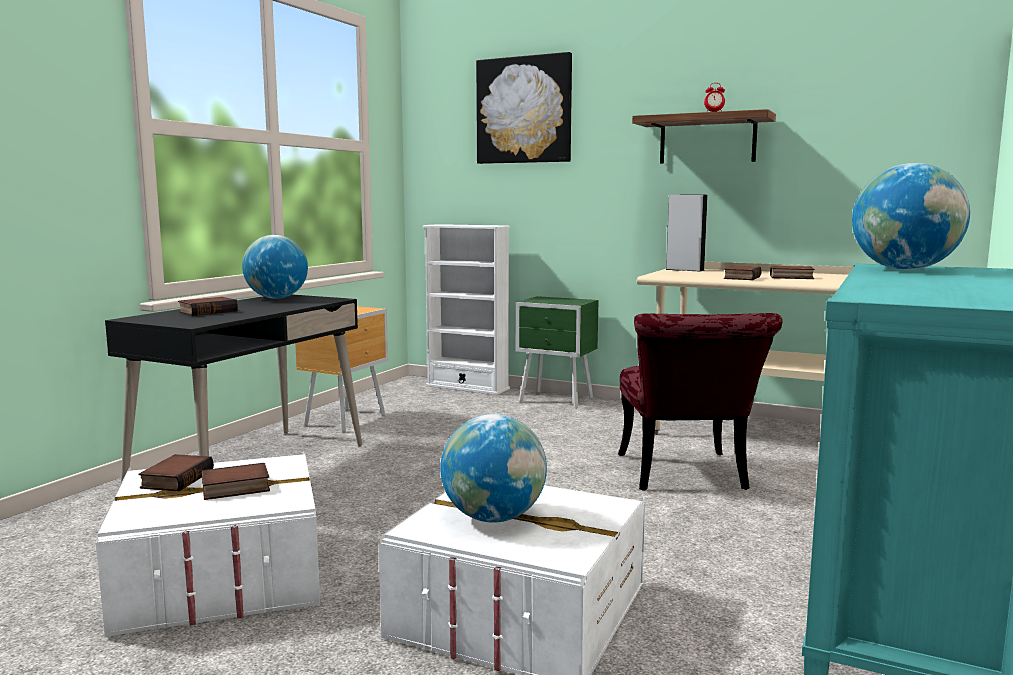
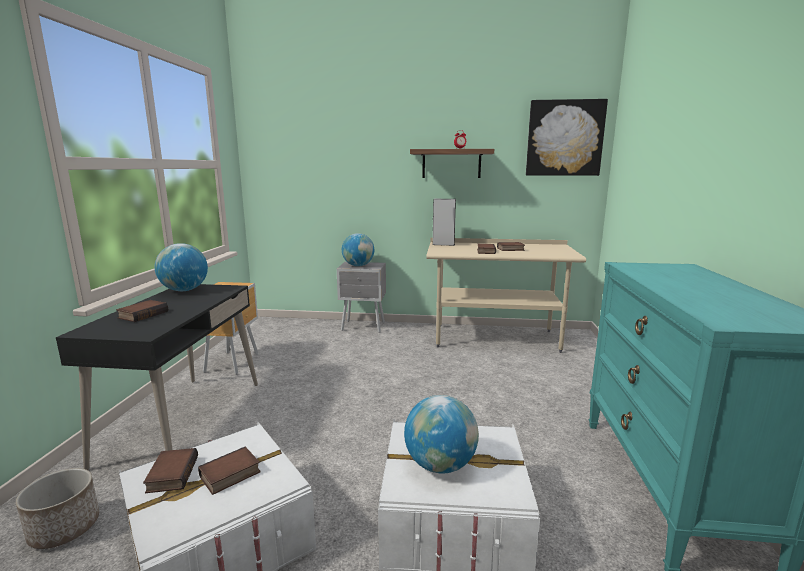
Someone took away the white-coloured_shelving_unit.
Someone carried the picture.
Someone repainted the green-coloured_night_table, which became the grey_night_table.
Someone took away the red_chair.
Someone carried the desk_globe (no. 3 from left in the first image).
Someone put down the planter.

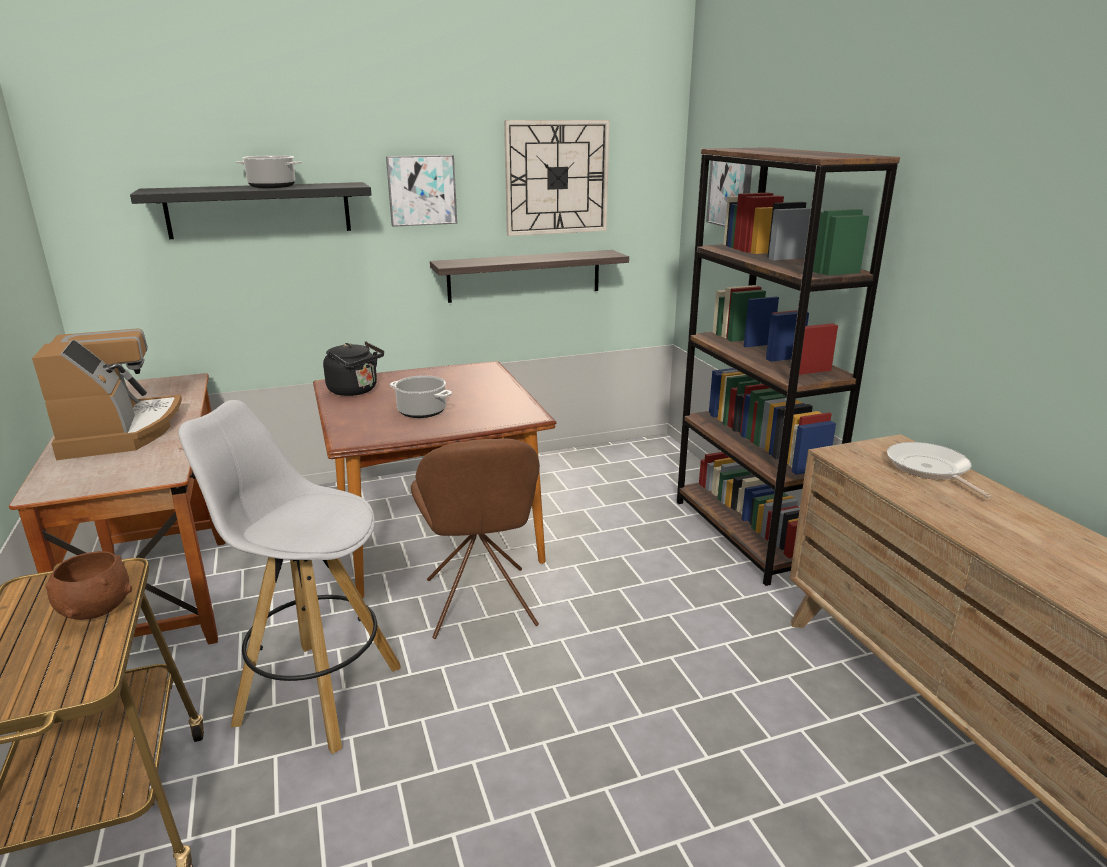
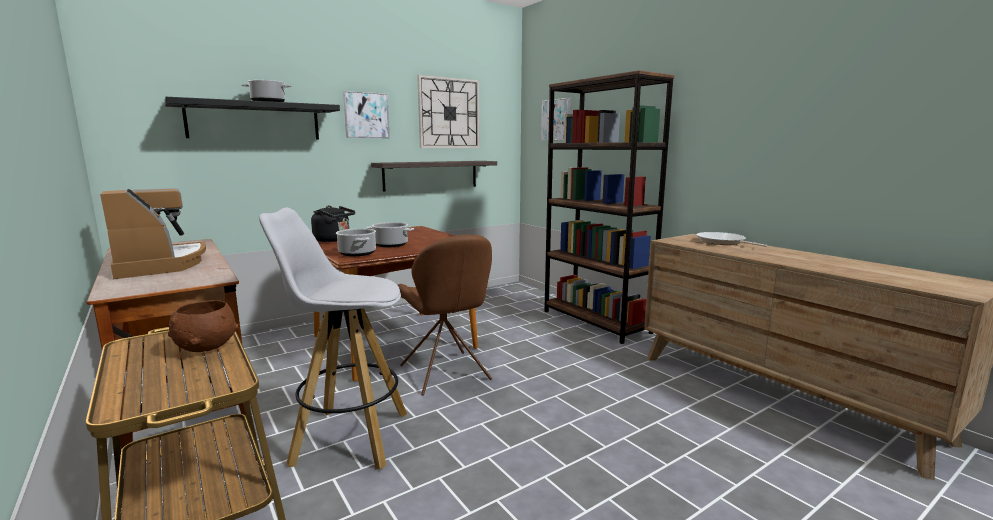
Someone put down the saucepot (no. 2 from left).

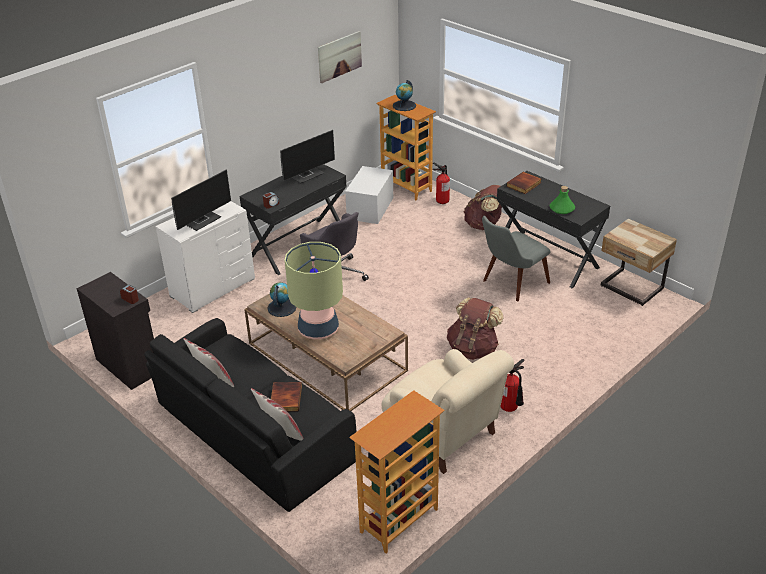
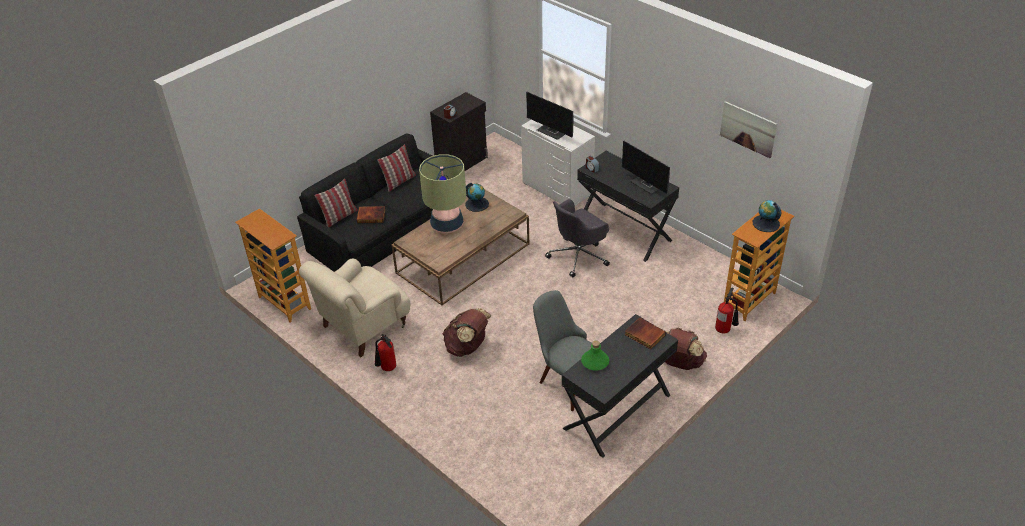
Someone took away the white-coloured_storage_container.
Someone took away the beige-coloured_night_table.

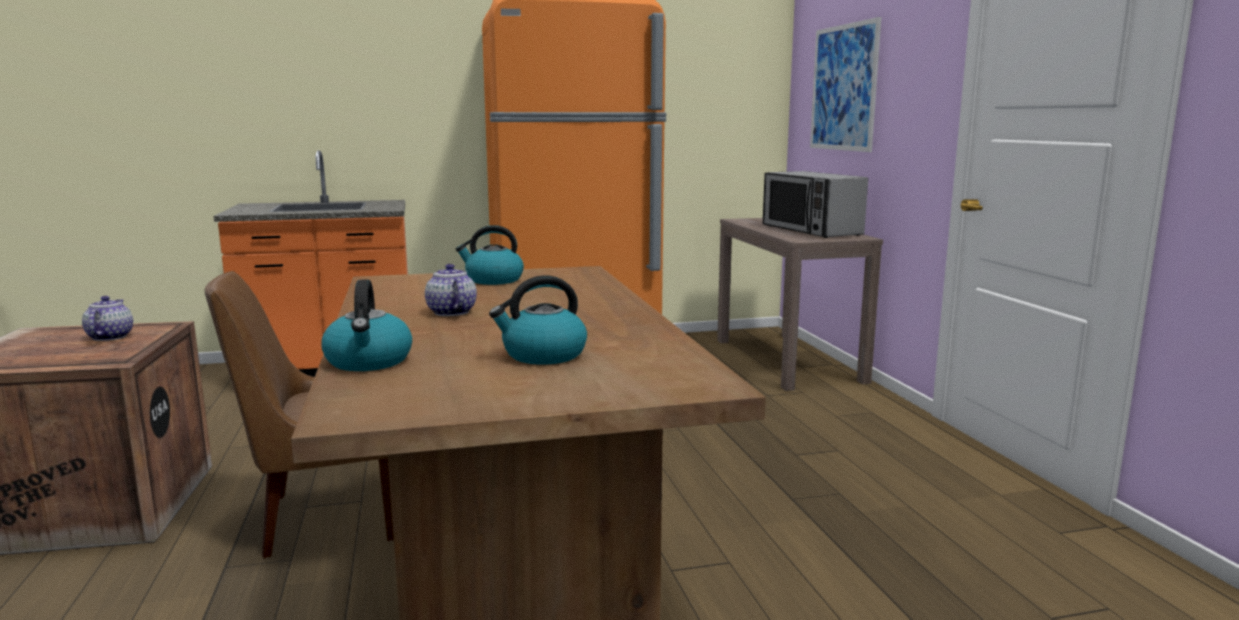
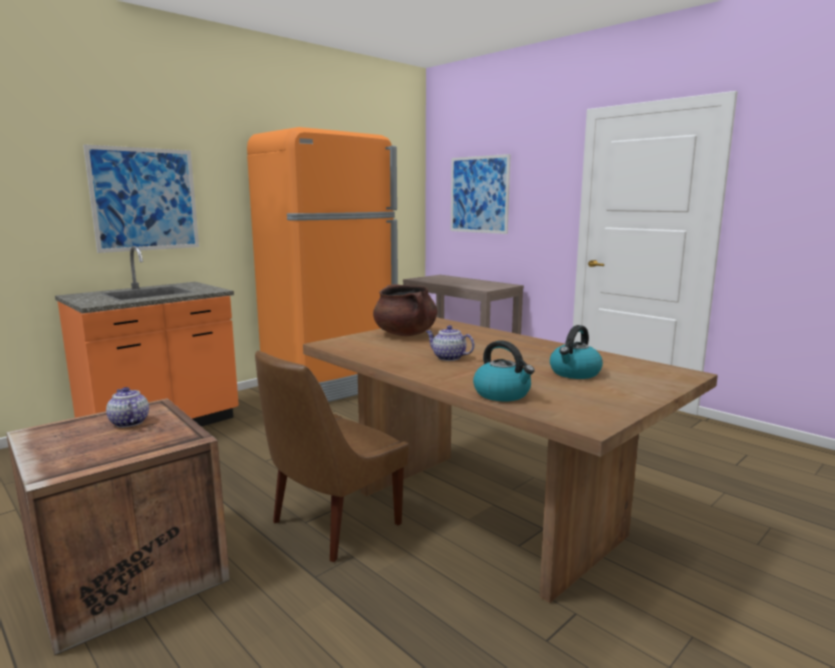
Someone swapped the kettle (no. 2 from left) for the brown_saucepot.
Someone took away the kitchen_microwave.
Someone put up the picture (no. 1 from left).

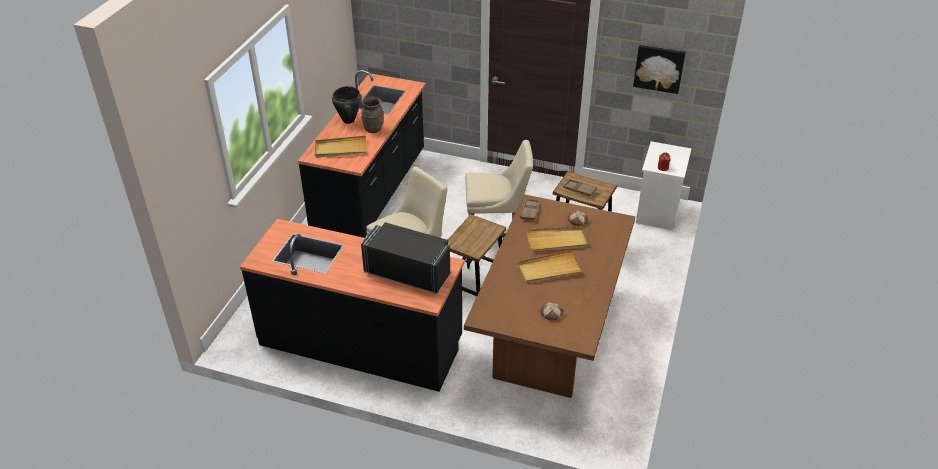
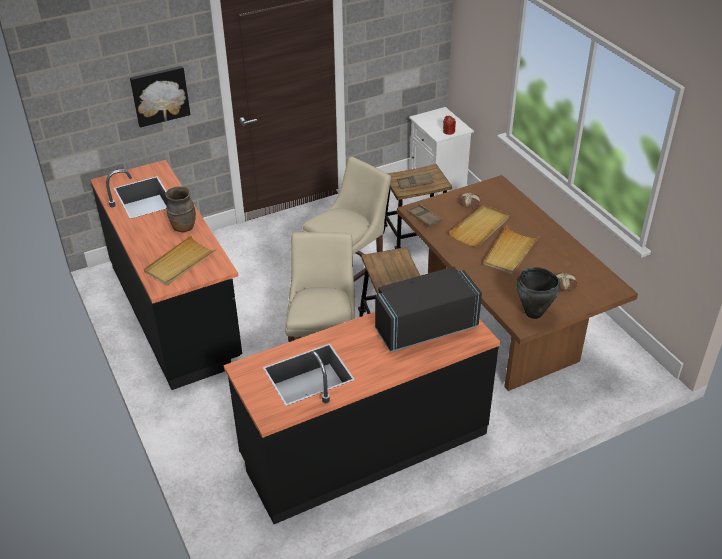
Someone carried the black-coloured_saucepot.
Someone carried the picture.

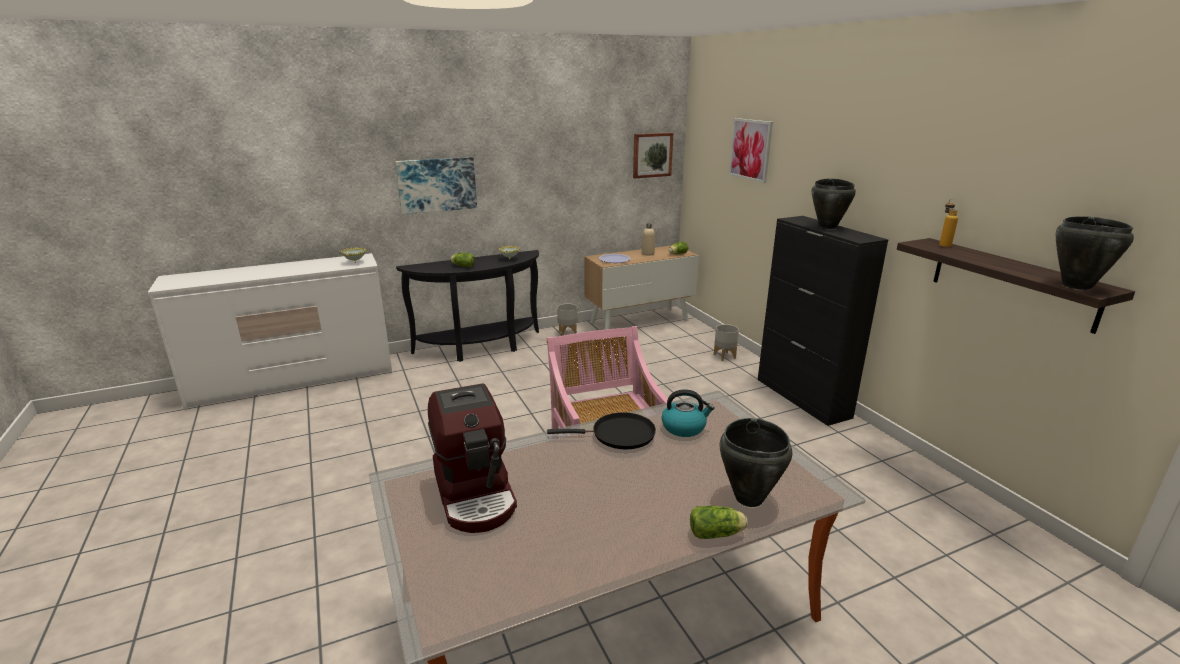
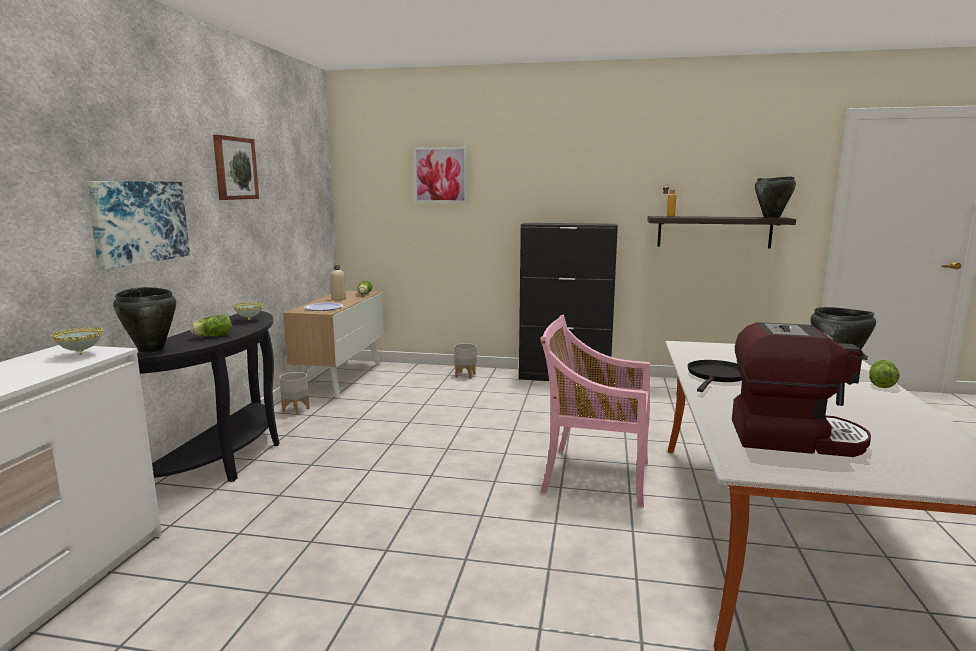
Someone carried the picture (no. 2 from left).
Someone took away the kettle.
Someone carried the black-coloured_saucepot (no. 2 from left in the first image).

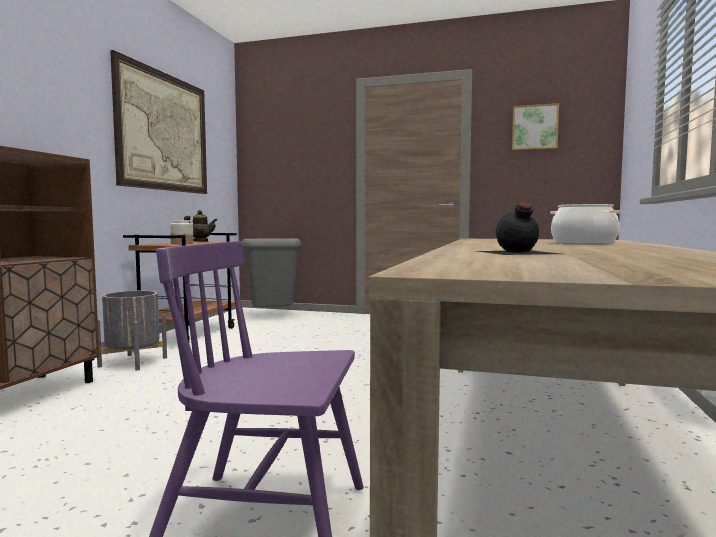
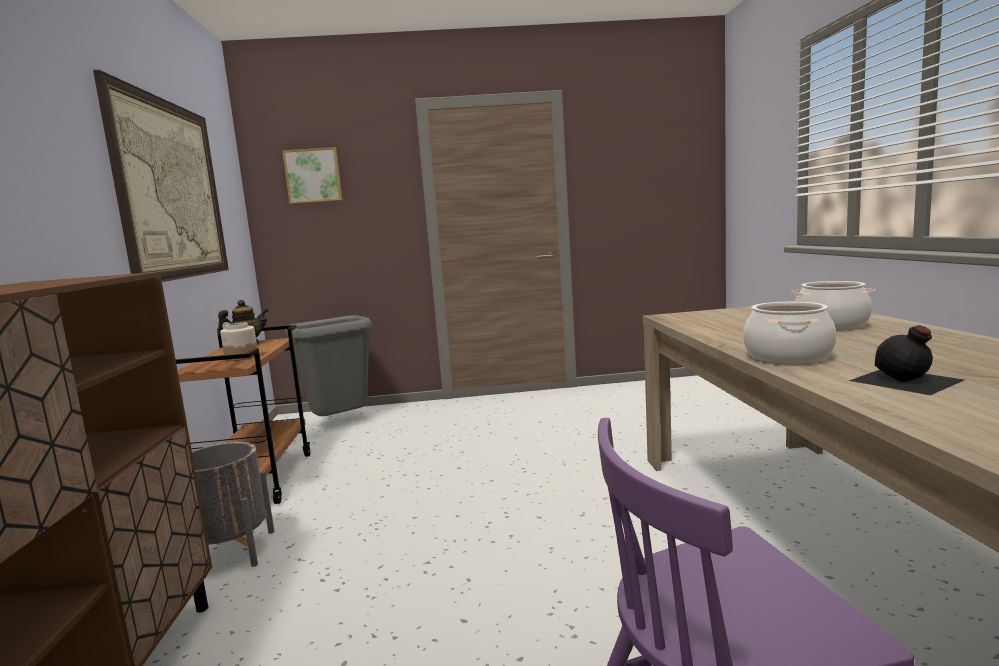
Someone carried the picture (no. 2 from left).
Someone put down the saucepot (no. 1 from left).

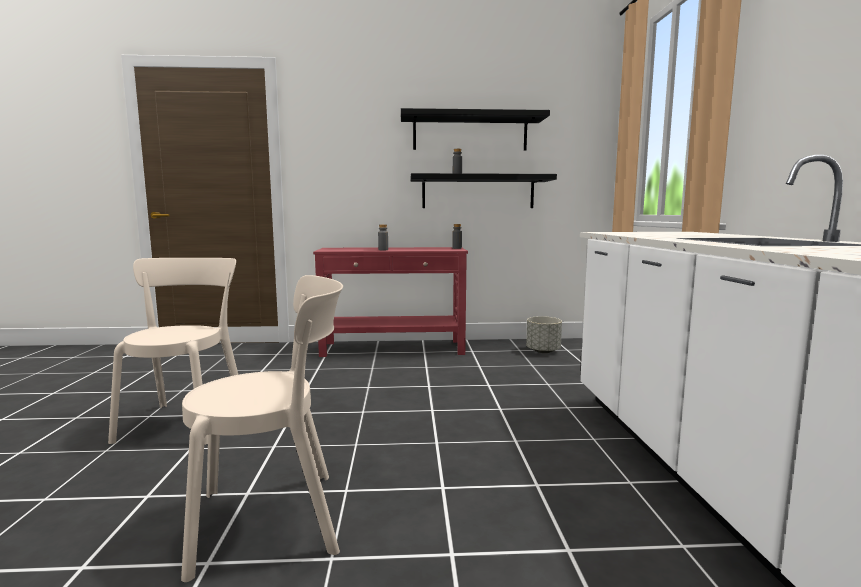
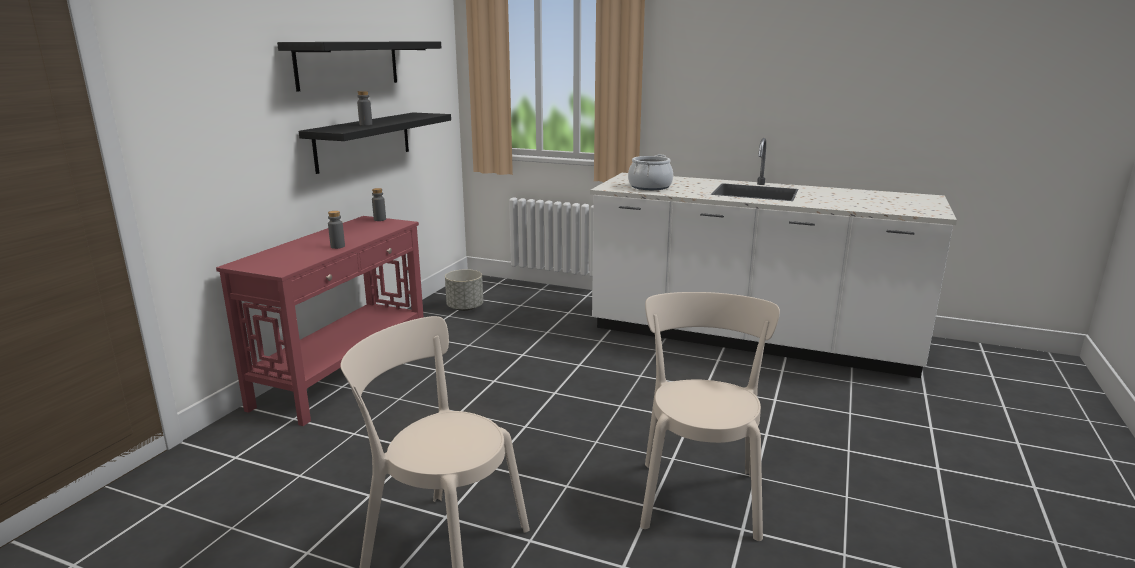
Someone put down the saucepot.

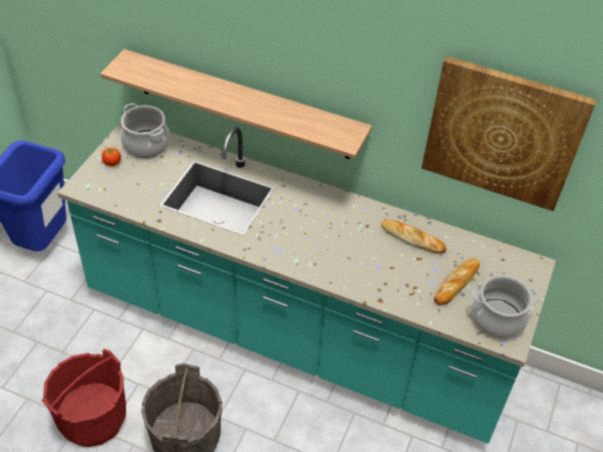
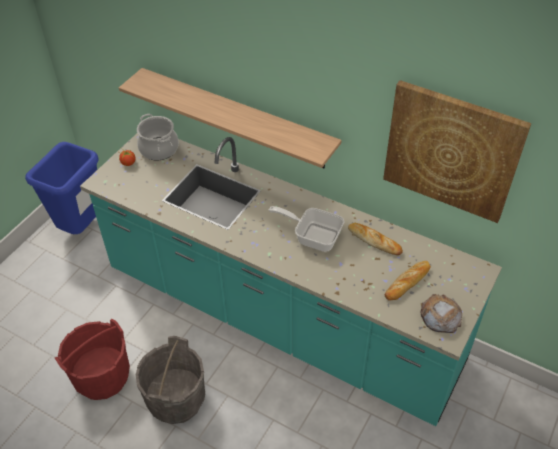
Someone swapped the saucepot (no. 2 from left) for the baked_bread (no. 3 from left).
Someone put down the pan.

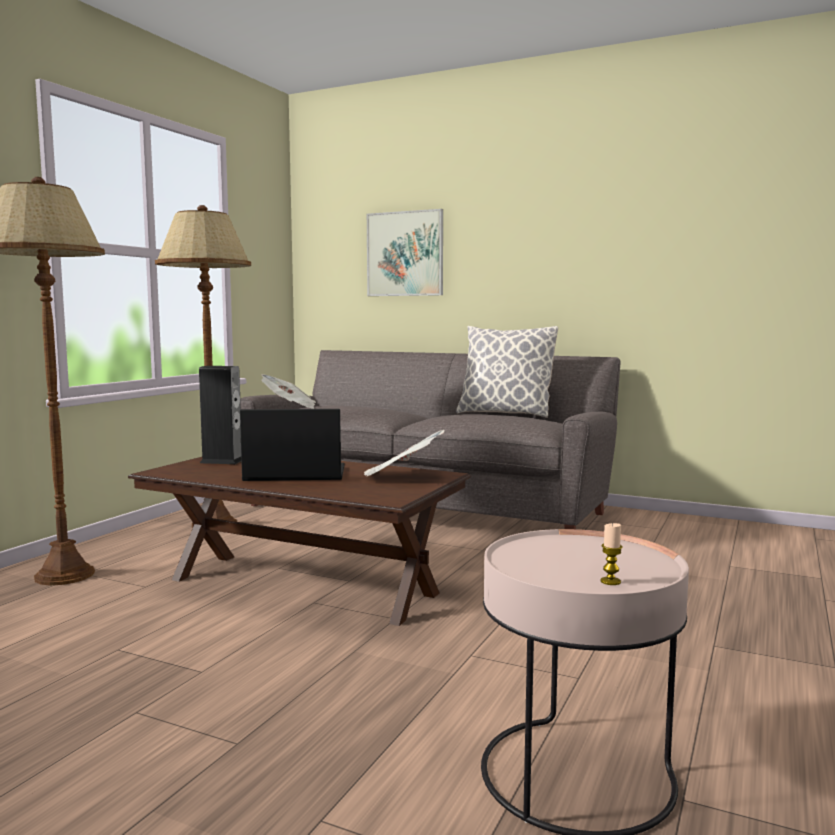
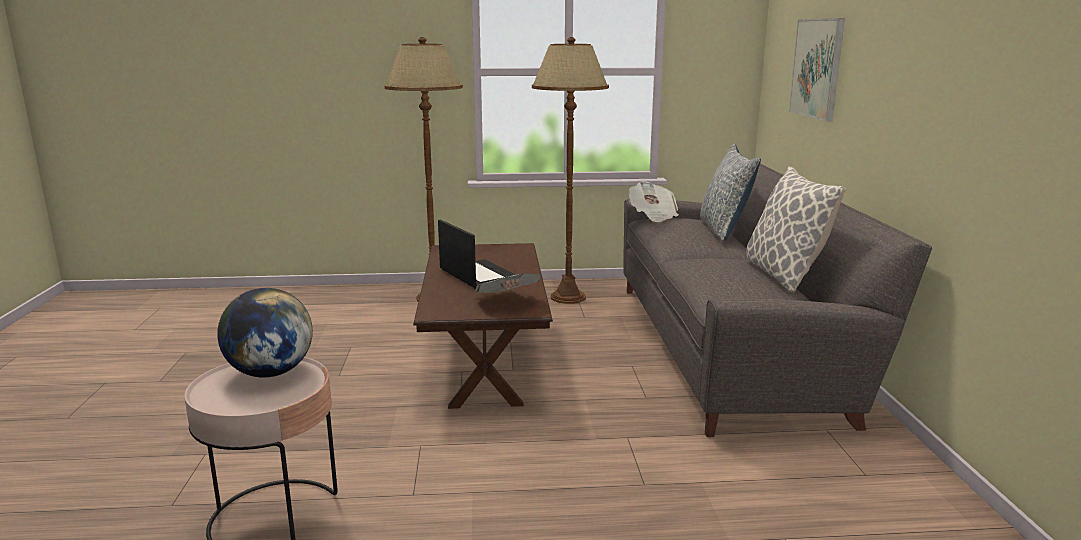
Someone took away the loudspeaker.
Someone took away the wax_candle.
Someone put down the desk_globe.
Someone put down the throw_pillow (no. 1 from left).

